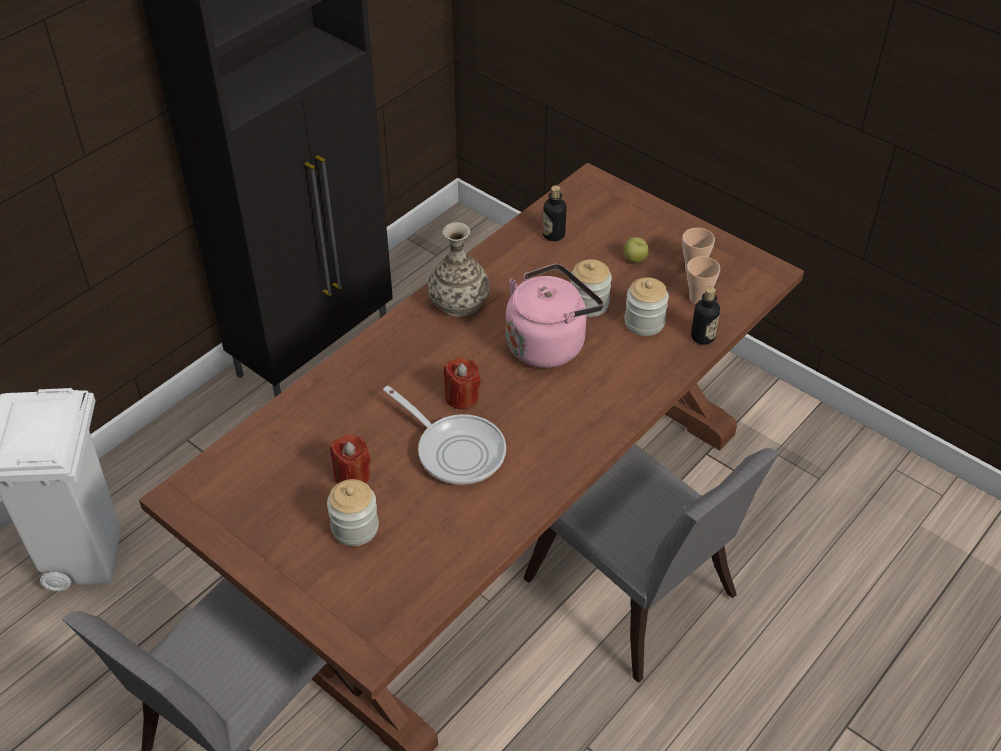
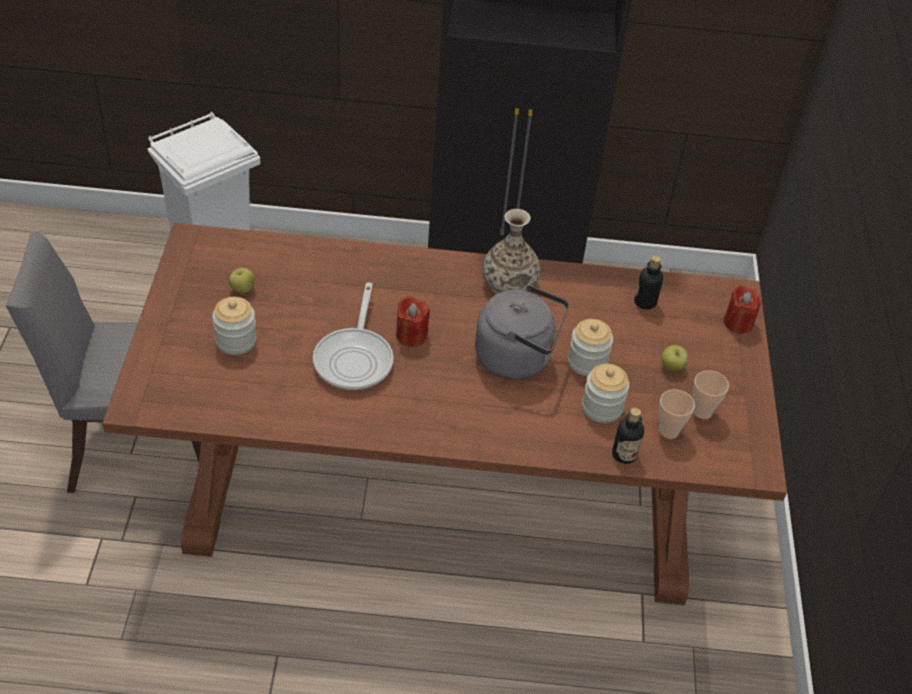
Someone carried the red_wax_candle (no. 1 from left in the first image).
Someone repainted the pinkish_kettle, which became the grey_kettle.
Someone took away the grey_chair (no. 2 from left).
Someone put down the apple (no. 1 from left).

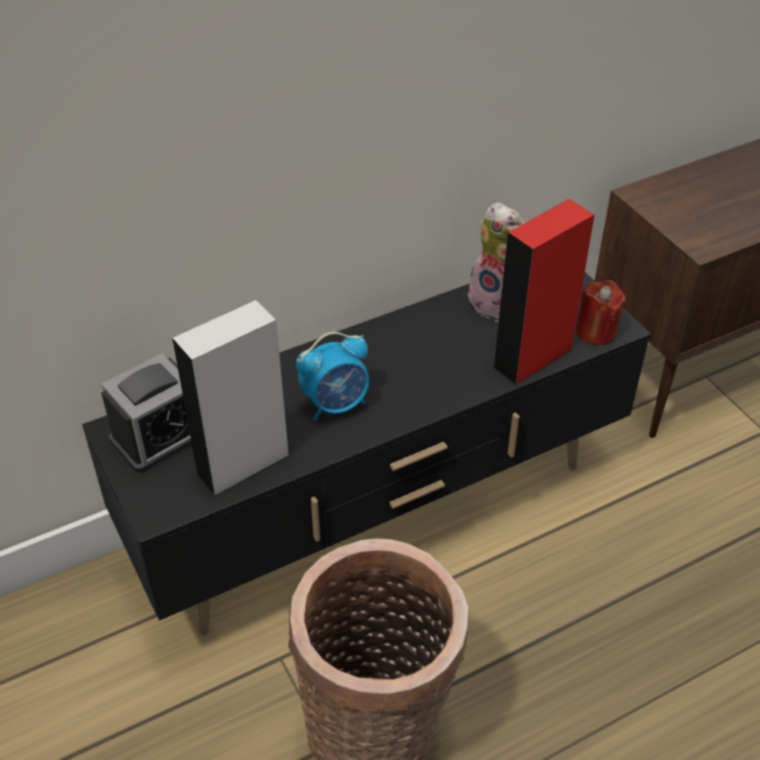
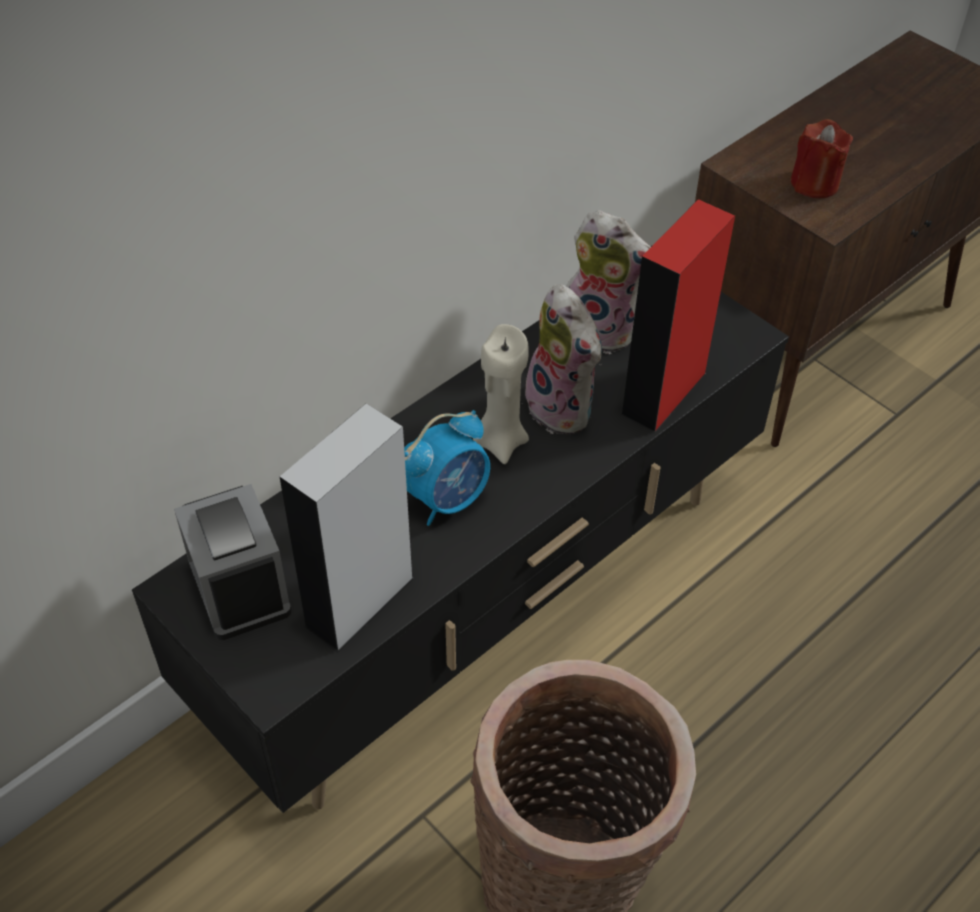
Someone rotated the table_clock (no. 1 from left) by 120 degrees clockwise.
Someone carried the red_wax_candle.
Someone put down the beige-coloured_wax_candle.
Someone put down the plush_toy (no. 1 from left).

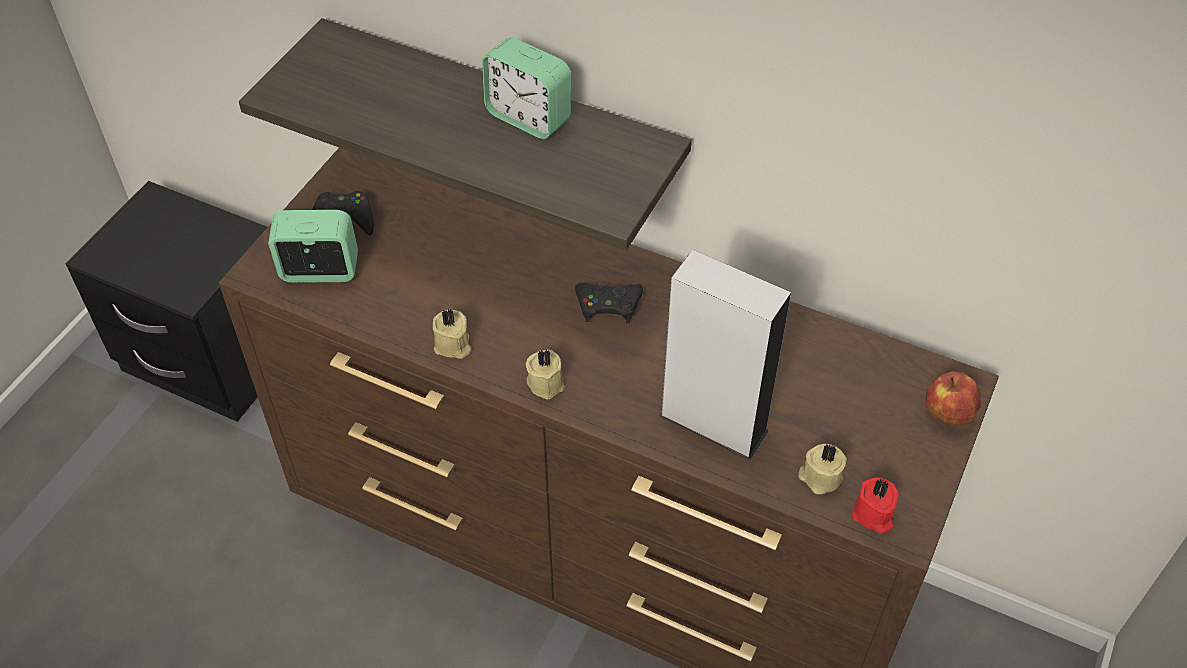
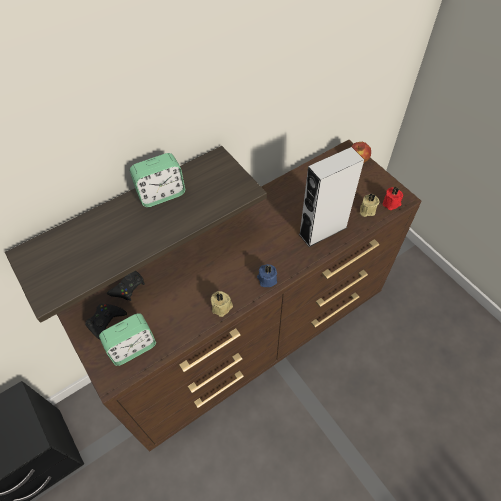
Someone rotated the table_clock (no. 1 from left) by 150 degrees counterclockwise.
Someone repainted the beige-coloured_wax_candle (no. 2 from left), which became the bluish_wax_candle.
Someone carried the black-coloured_game_controller (no. 2 from left).

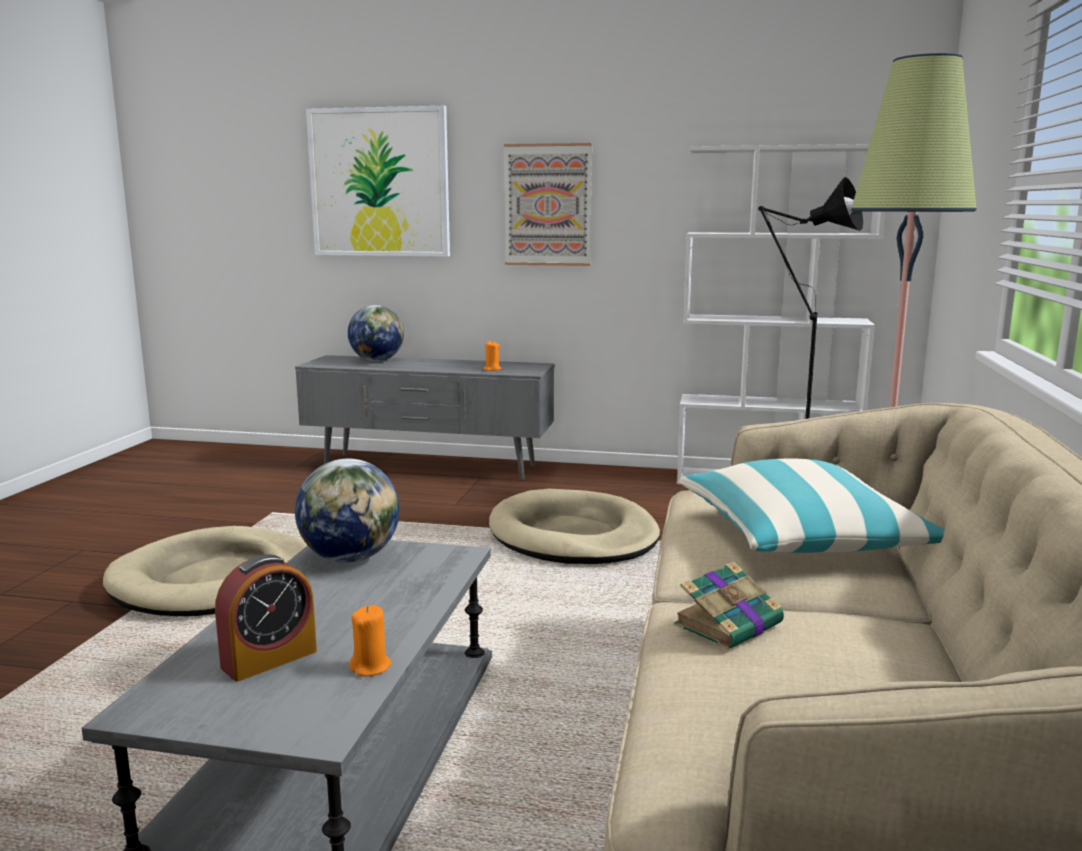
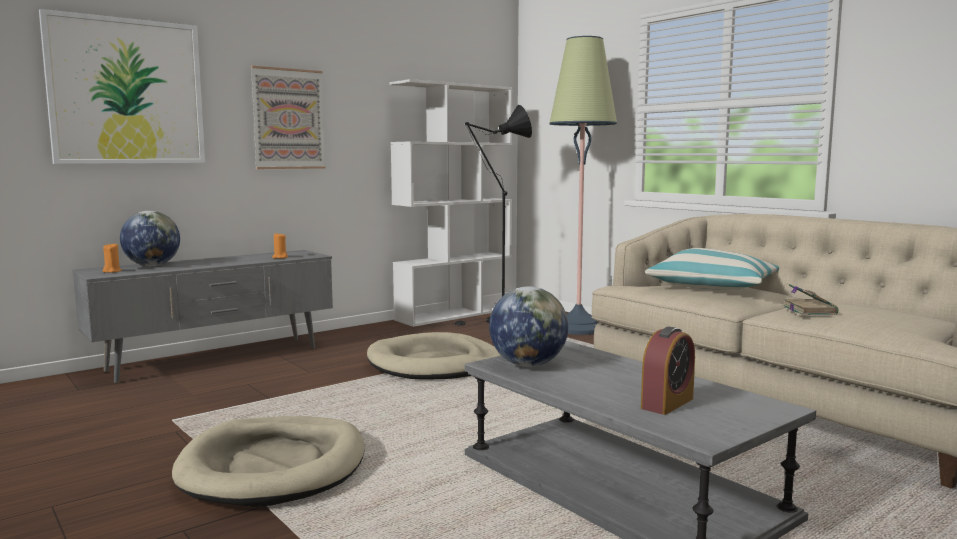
Someone rotated the table_clock by 45 degrees clockwise.
Someone carried the orange_wax_candle (no. 1 from left).

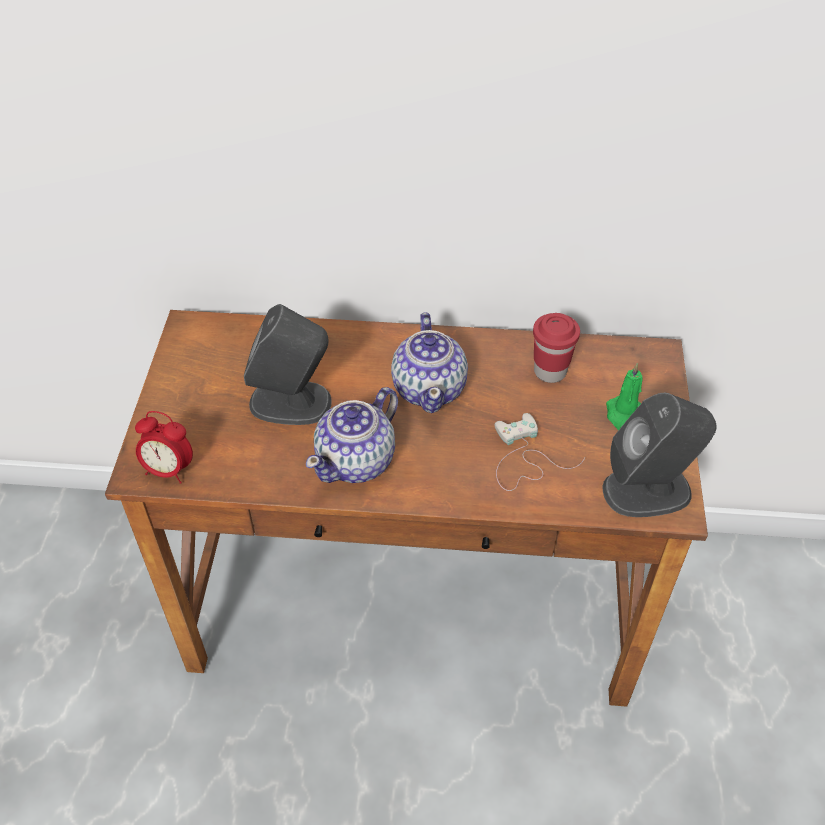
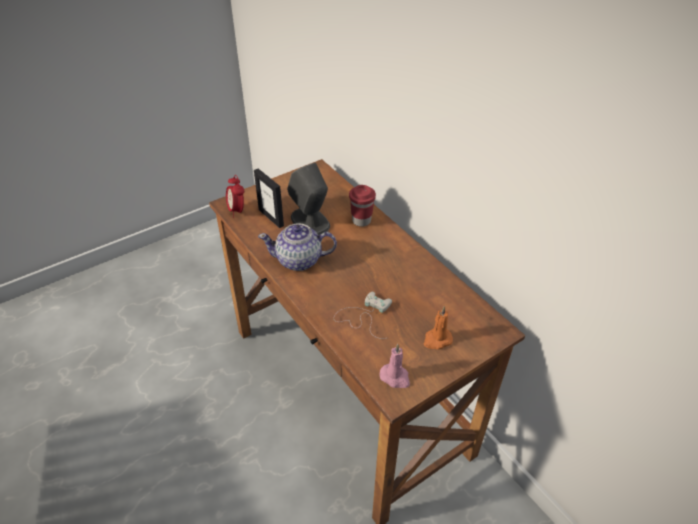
Someone took away the tea_pot (no. 2 from left).
Someone carried the red_small_cup.
Someone swapped the grey_loudspeaker (no. 2 from left) for the pinkish_wax_candle.
Someone repainted the green-coloured_wax_candle, which became the orange_wax_candle.
Someone put down the standing_frame.

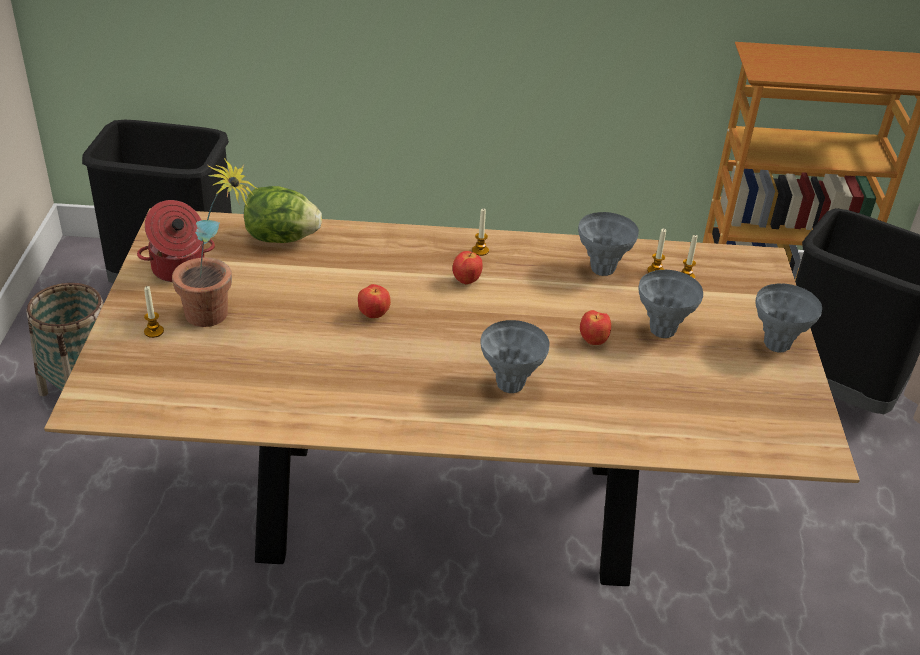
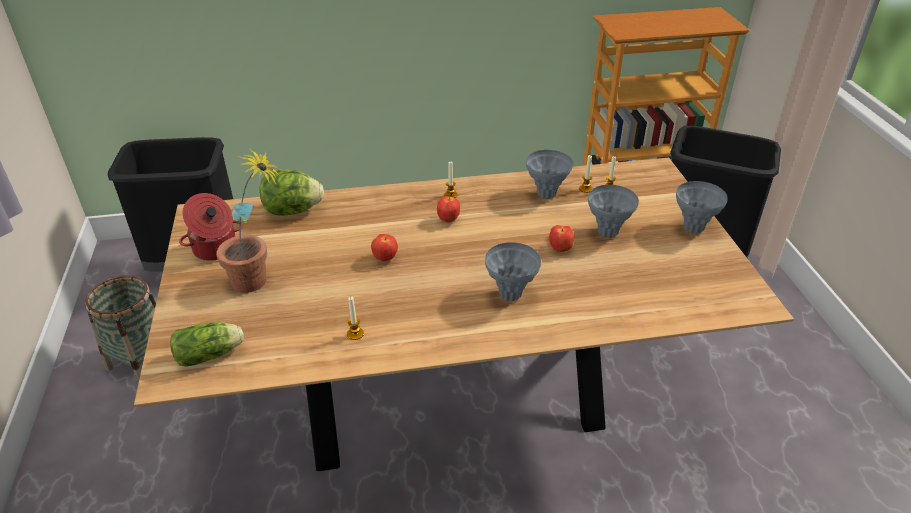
Someone carried the wax_candle (no. 1 from left).
Someone put down the lettuce_head (no. 1 from left).

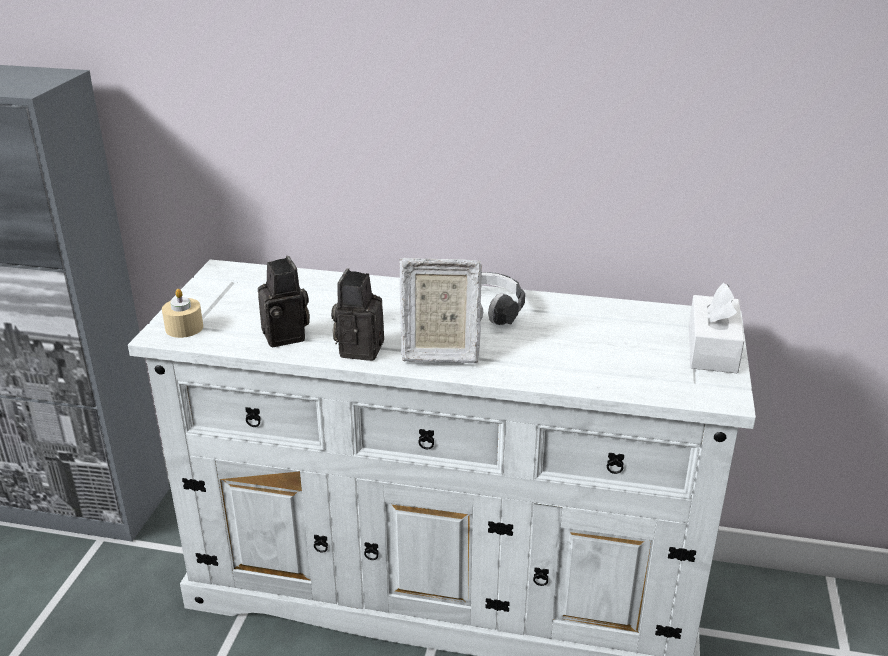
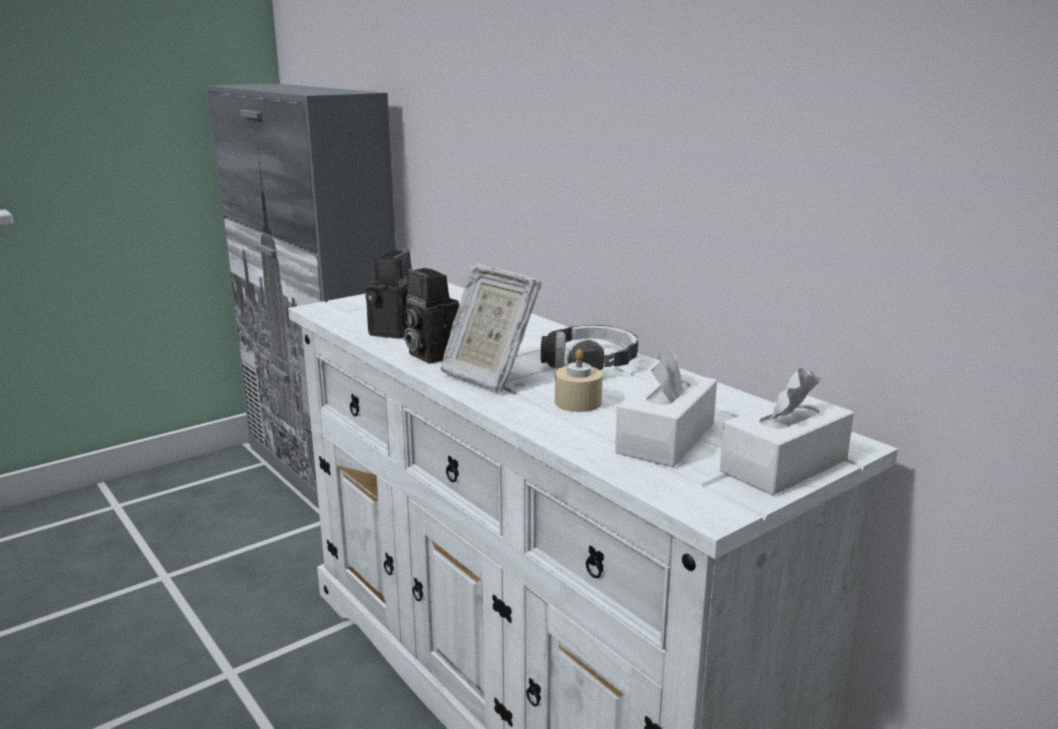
Someone carried the beige-coloured_wax_candle.
Someone rotated the still_camera (no. 2 from left) by 90 degrees counterclockwise.
Someone put down the white-coloured_tissue_box (no. 1 from left).

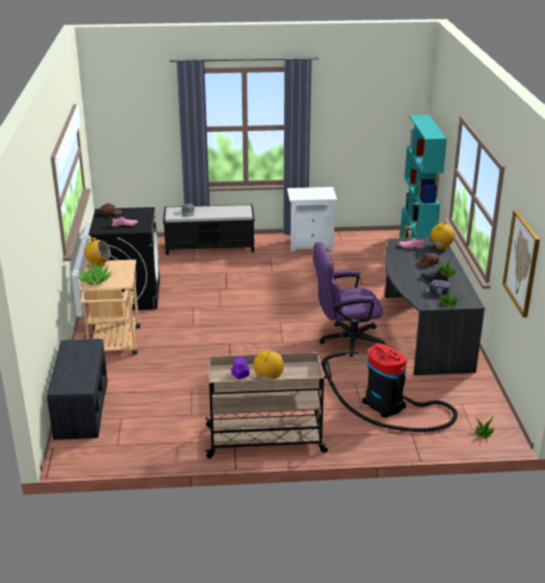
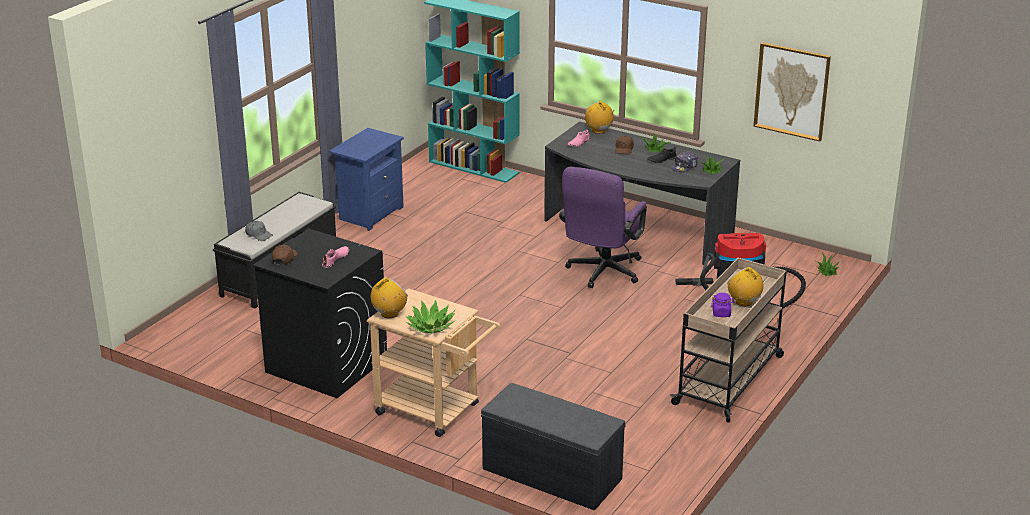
Someone repainted the white-coloured_night_table, which became the bluish_night_table.

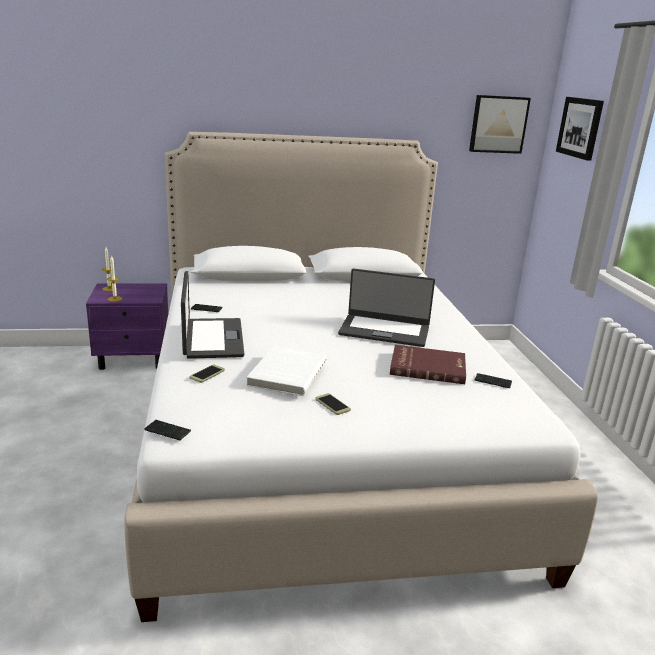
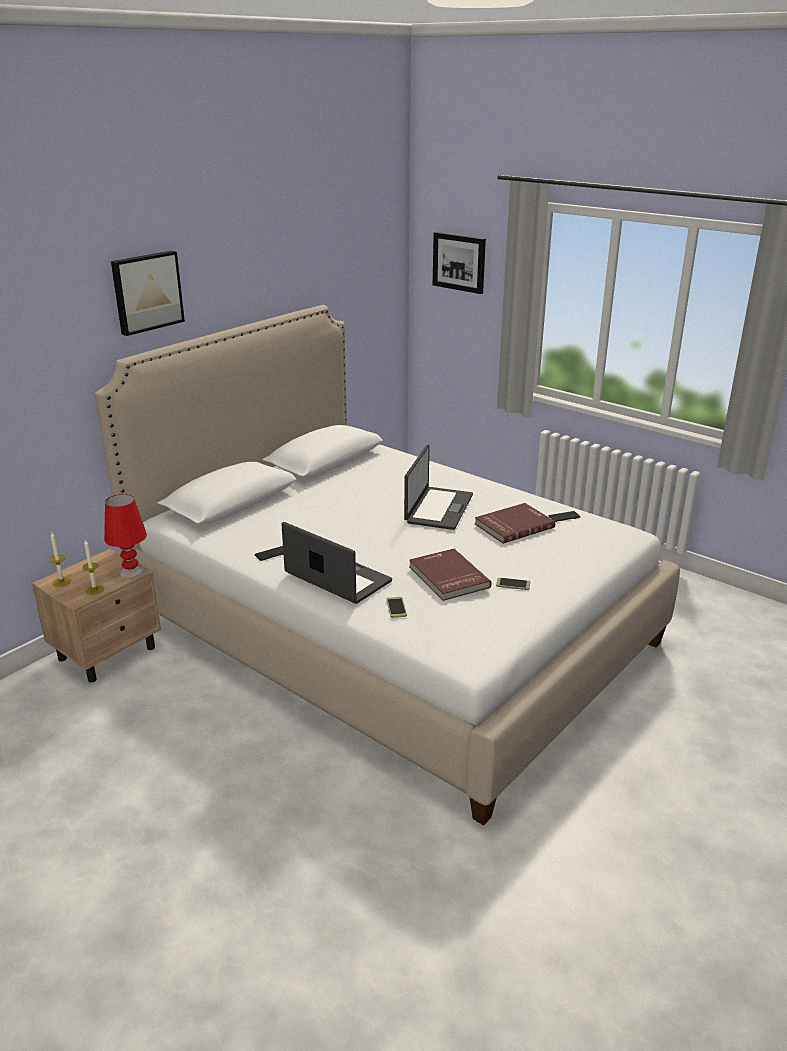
Someone repainted the purplish_night_table, which became the beige-coloured_night_table.
Someone took away the telephone (no. 1 from left).
Someone repainted the white-coloured_bound_book, which became the red_bound_book (no. 1 from left).
Someone rotated the portable_computer (no. 2 from left) by 45 degrees counterclockwise.
Someone carried the picture (no. 1 from left).
Someone put down the red_table_lamp.

